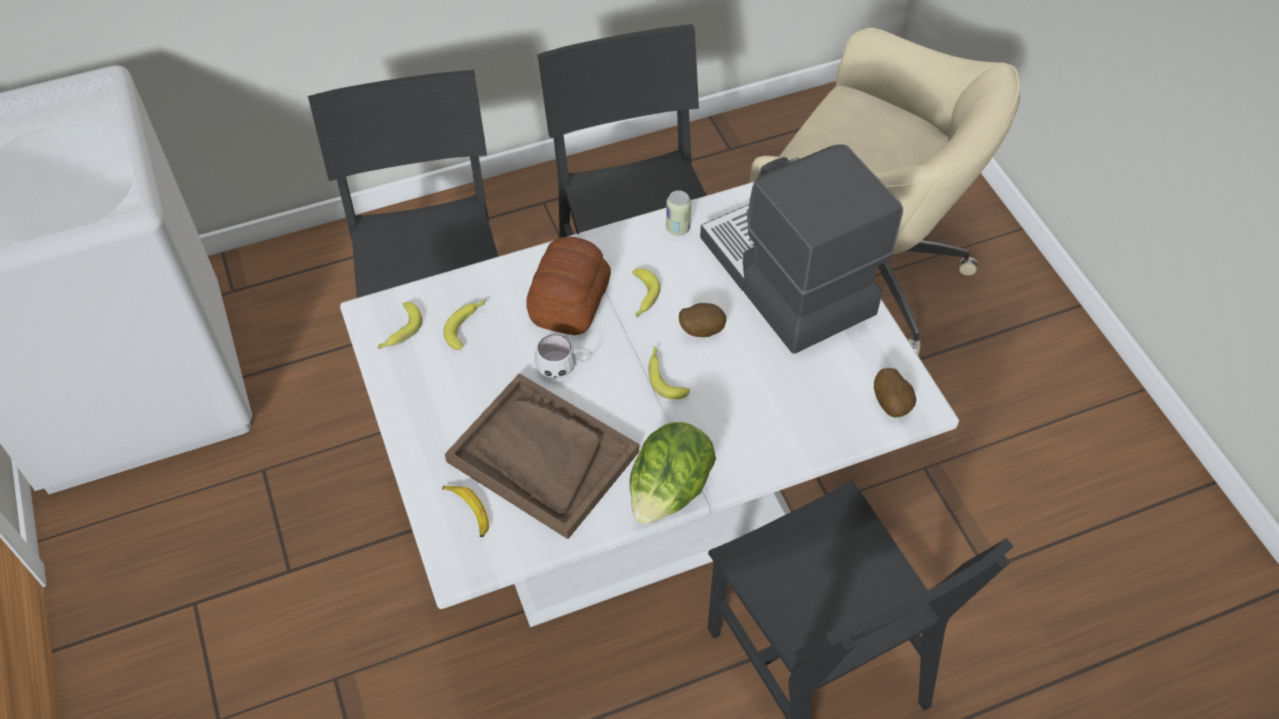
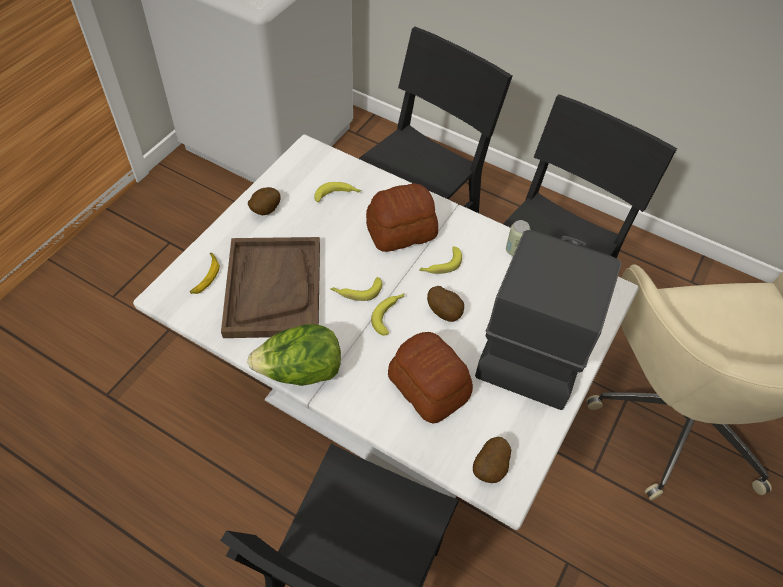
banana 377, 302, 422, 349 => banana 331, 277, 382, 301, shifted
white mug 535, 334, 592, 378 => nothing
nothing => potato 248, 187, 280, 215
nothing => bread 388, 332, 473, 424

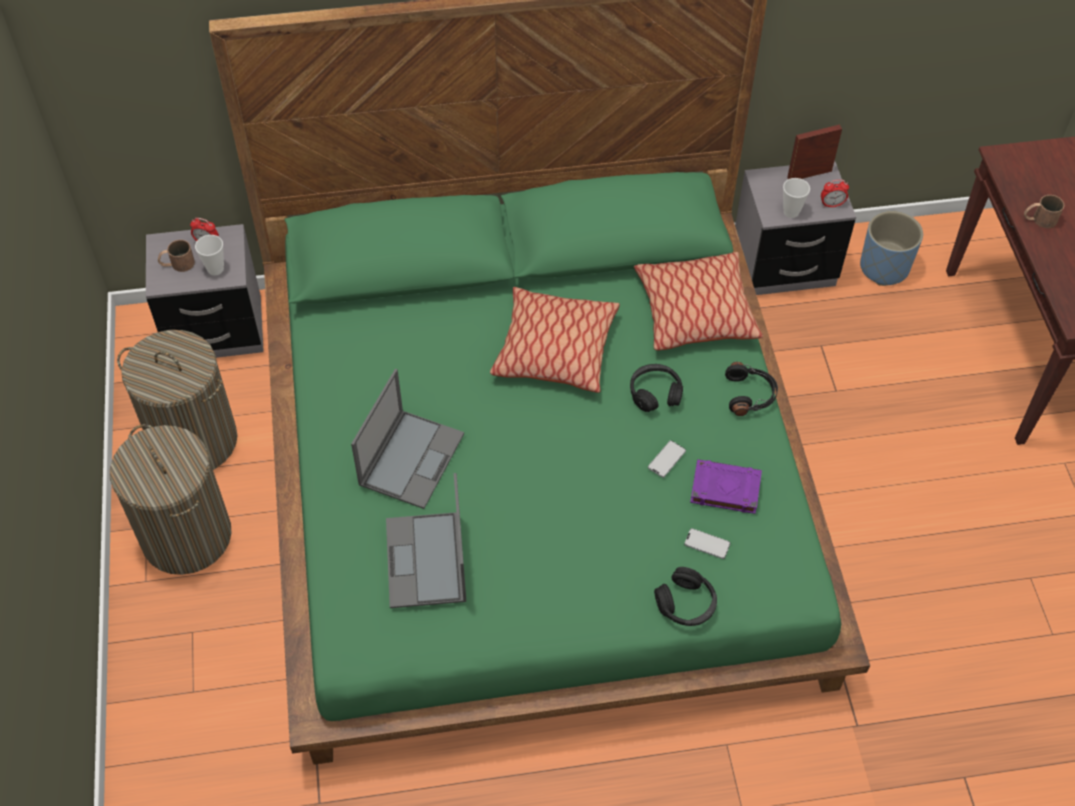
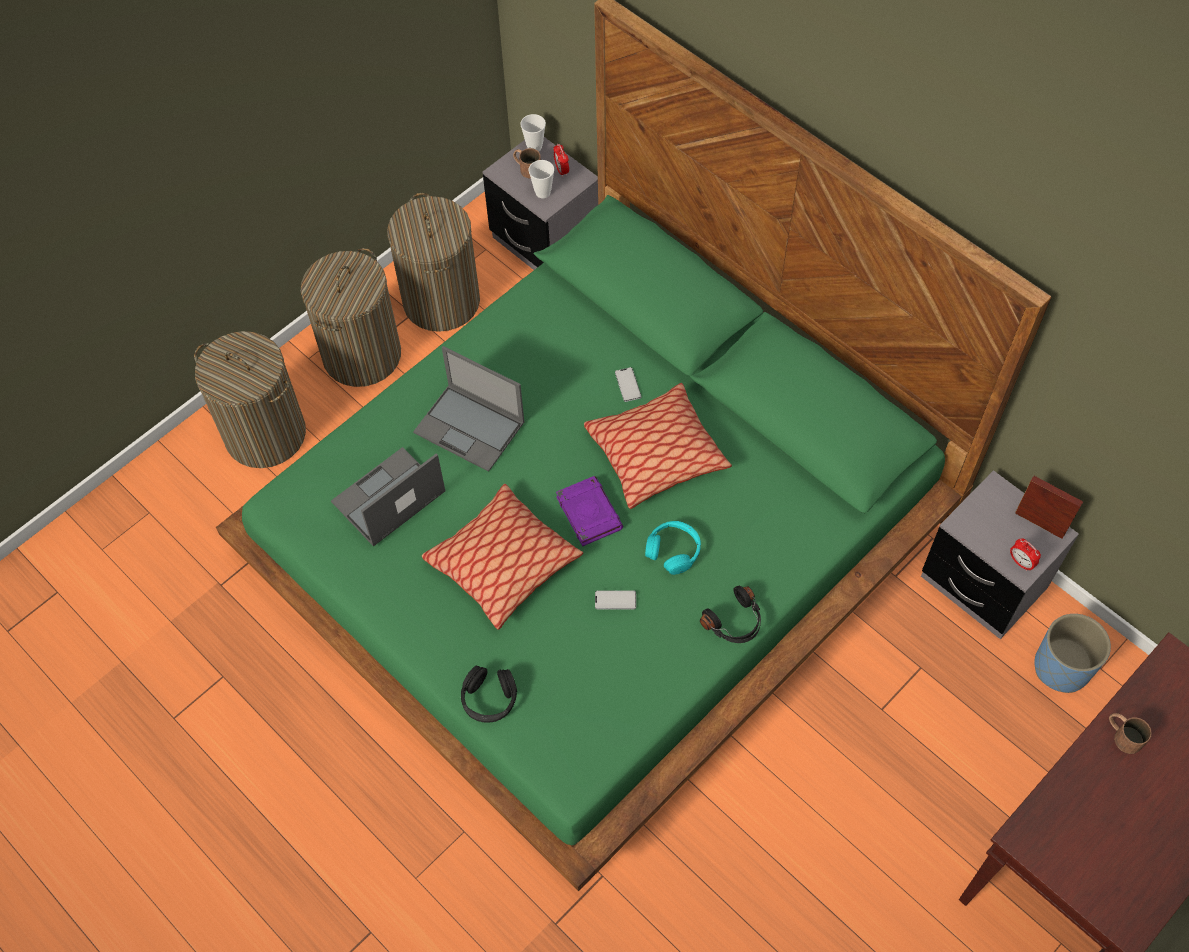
cup 783, 178, 810, 218 => cup 520, 114, 546, 152, shifted
pillow 634, 252, 763, 351 => pillow 422, 484, 583, 630, shifted
black headphones 630, 364, 683, 412 => turquoise headphones 645, 521, 701, 575
laptop 351, 369, 464, 509 => laptop 413, 346, 525, 472, 45 degrees clockwise
purple book 690, 459, 762, 514 => purple book 556, 476, 623, 546, shifted
phone 684, 528, 731, 559 => phone 615, 367, 641, 402, shifted
nothing => laundry basket 194, 331, 306, 468

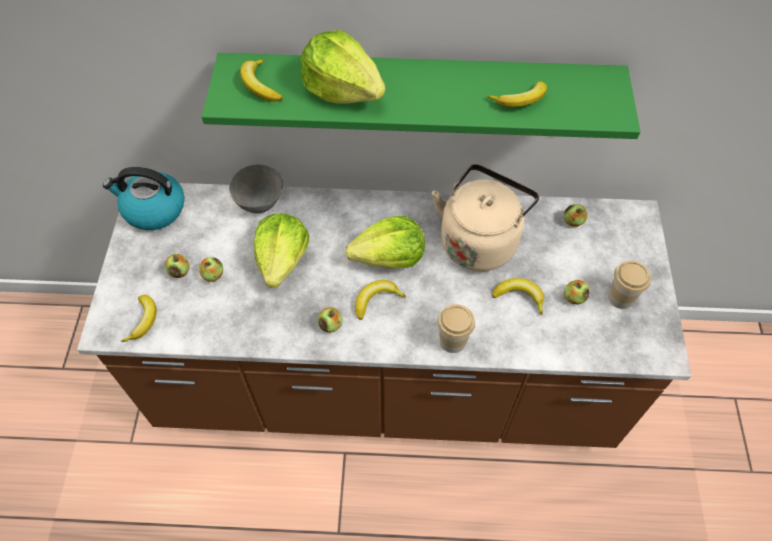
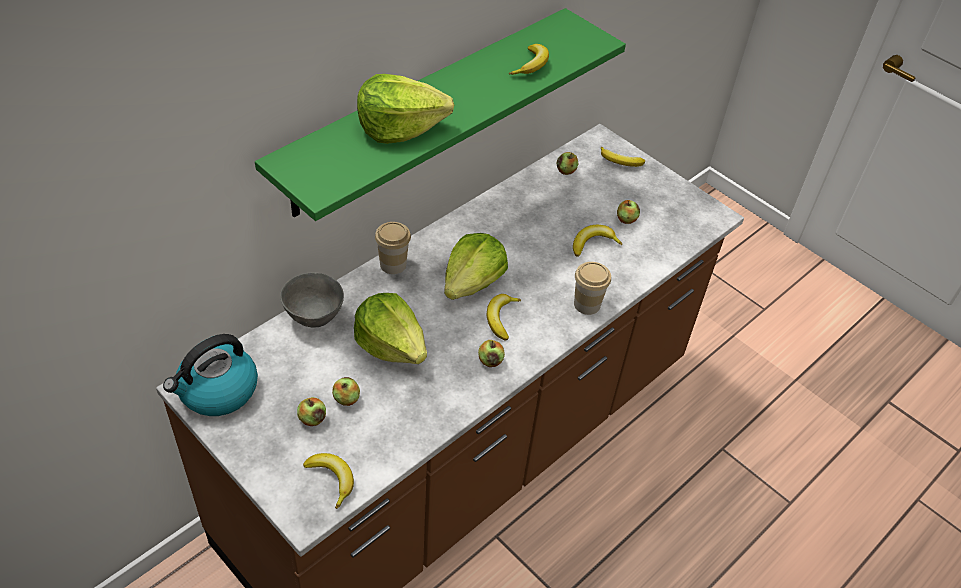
banana 240, 59, 282, 101 => banana 601, 147, 645, 167, shifted
beige kettle 432, 164, 539, 271 => nothing
cup 608, 261, 651, 309 => cup 375, 222, 411, 274, shifted

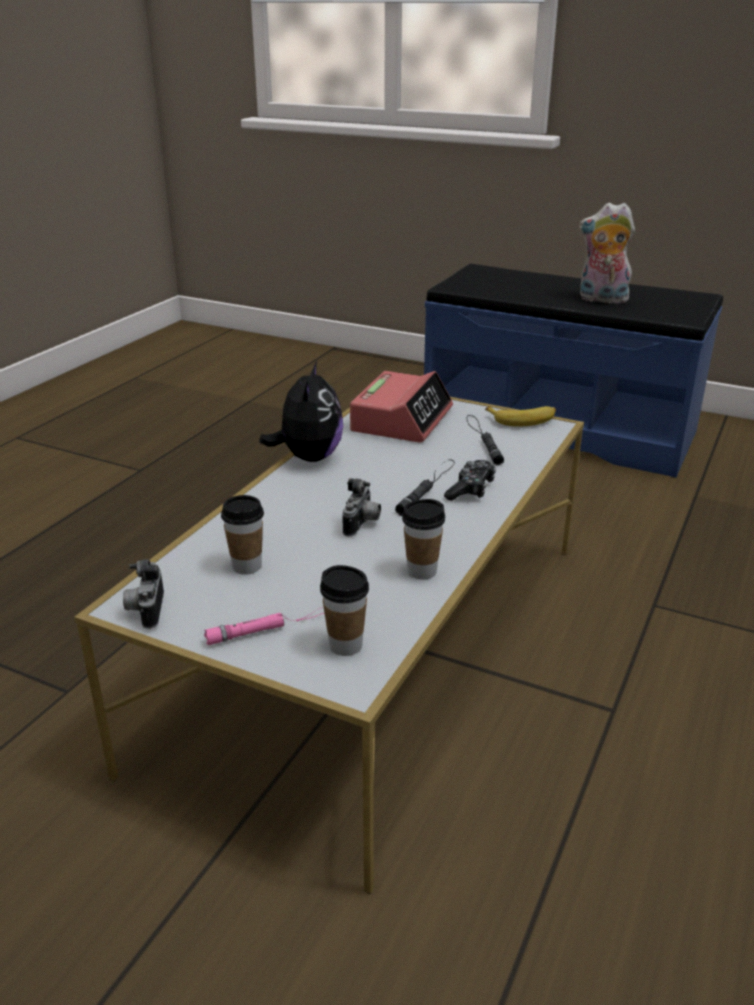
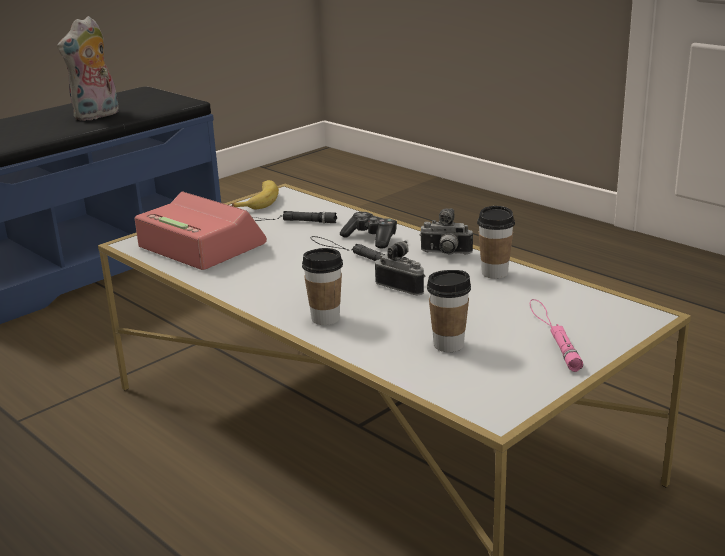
plush toy 259, 361, 343, 462 => nothing
photo camera 123, 559, 164, 629 => photo camera 420, 208, 473, 255, shifted
cup 320, 565, 369, 656 => cup 302, 248, 343, 325, shifted

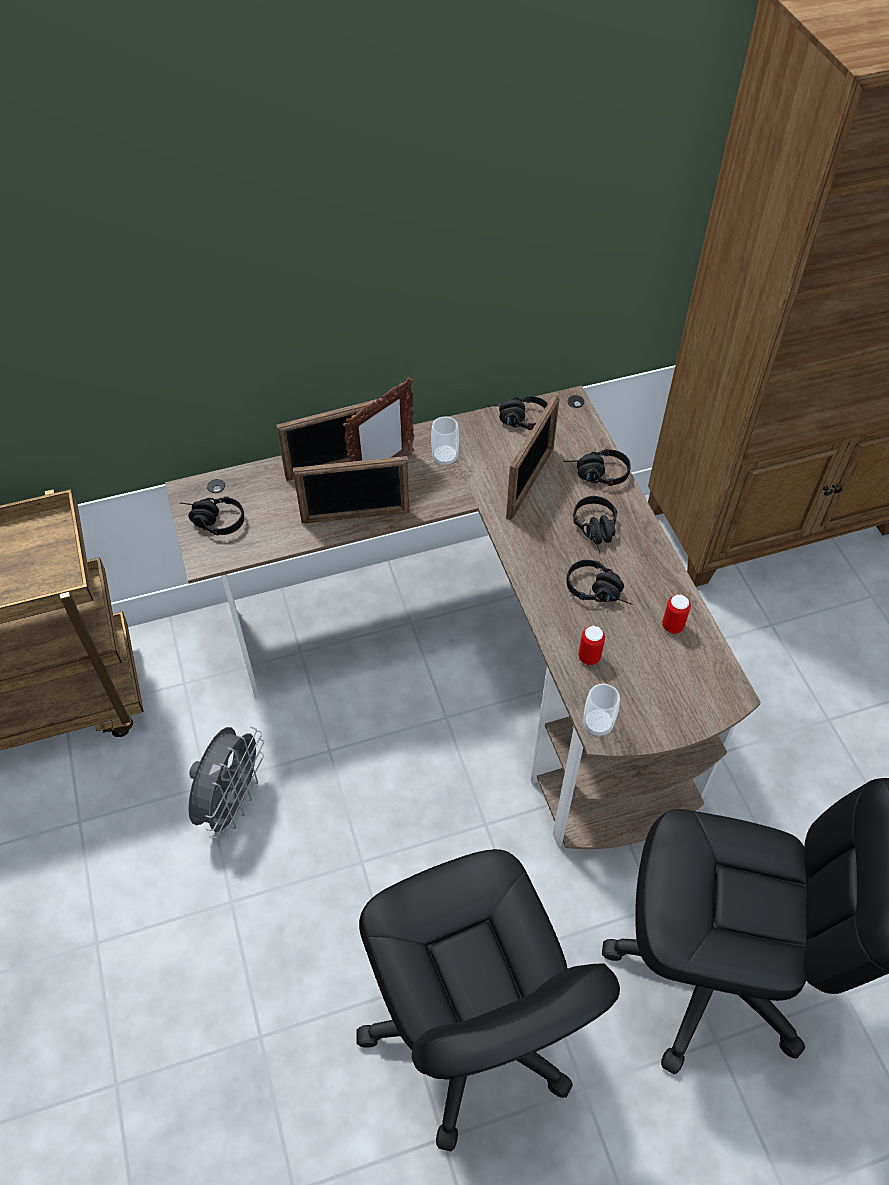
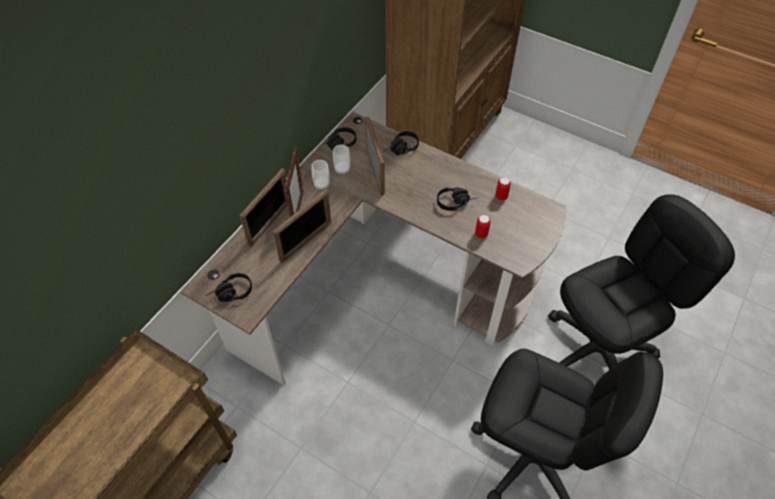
black headphones 573, 496, 618, 553 => nothing
cup 583, 683, 620, 736 => cup 333, 144, 350, 175, shifted
grey fan 188, 727, 264, 840 => nothing

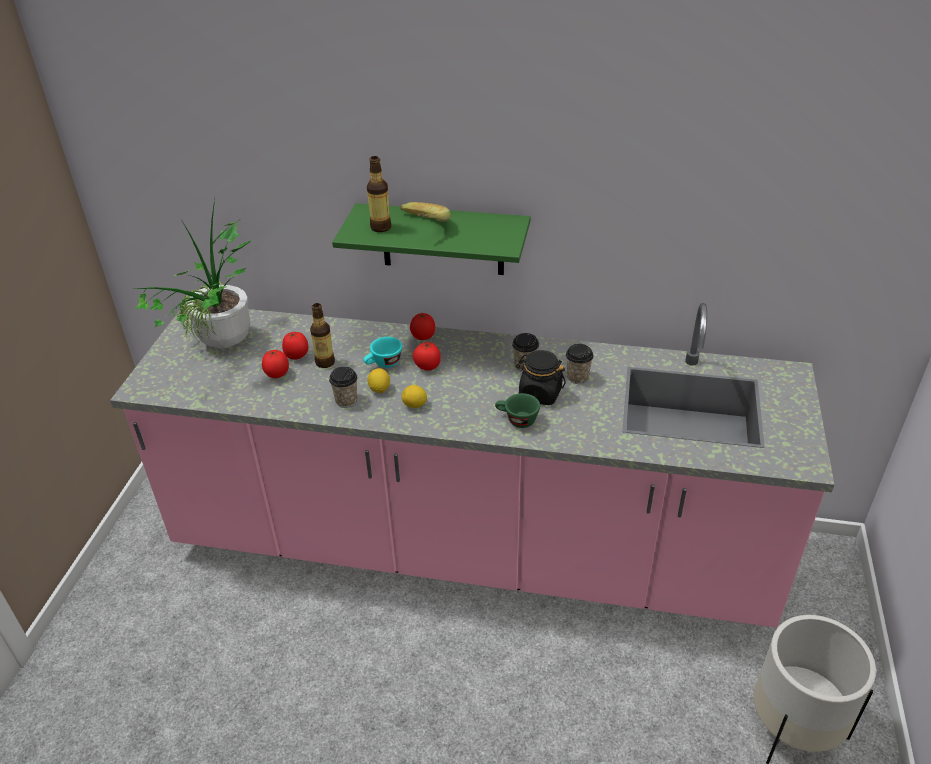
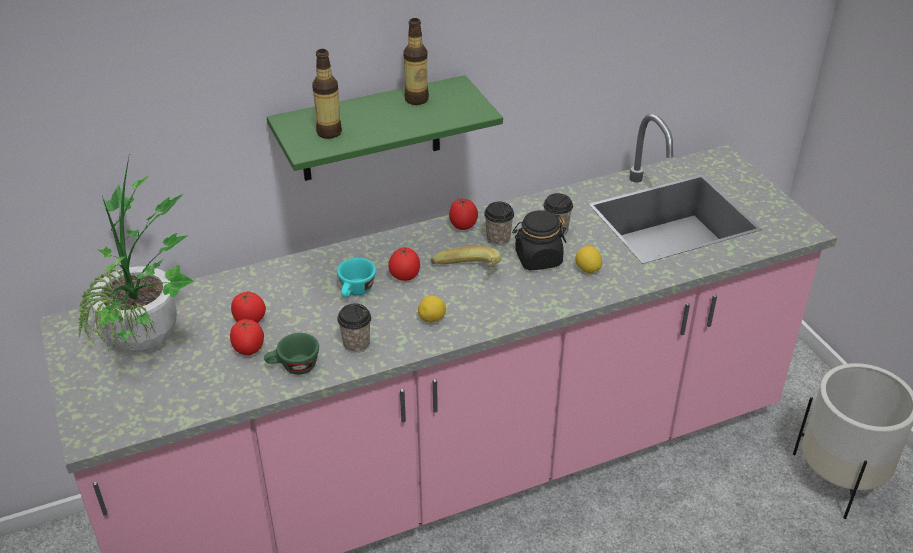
banana 401, 202, 451, 222 => banana 431, 246, 502, 268, shifted
bottle 310, 303, 335, 368 => bottle 403, 18, 429, 105, shifted
tomato 410, 313, 435, 340 => tomato 449, 199, 478, 230, shifted
lemon 368, 368, 390, 393 => lemon 575, 246, 602, 273, shifted
green cup 495, 393, 540, 428 => green cup 264, 333, 319, 375, shifted

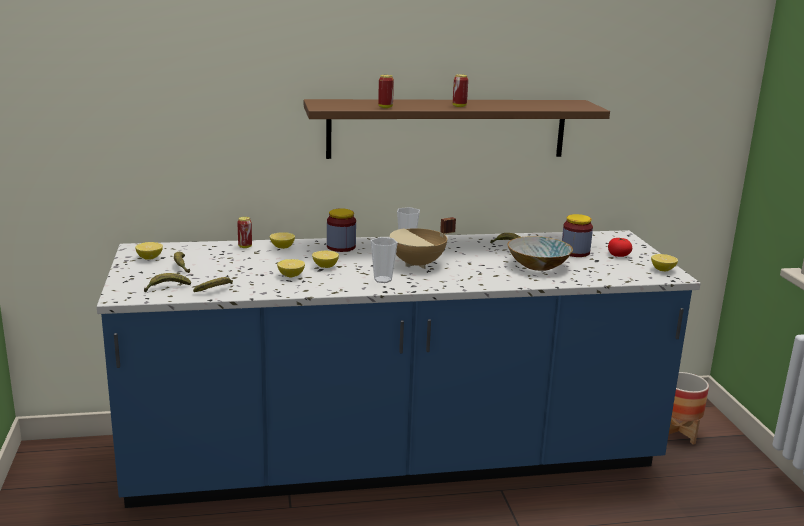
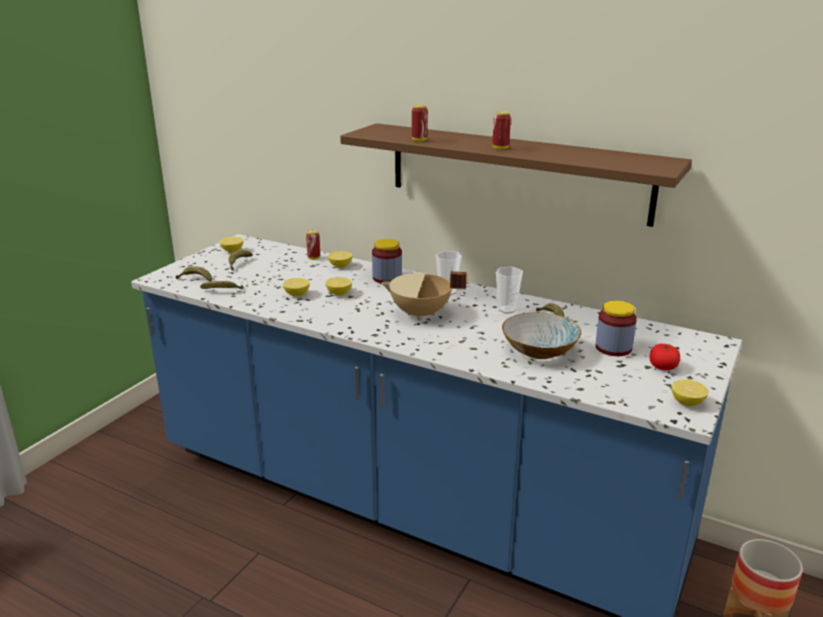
cup 371, 237, 398, 283 => cup 496, 267, 523, 314, shifted

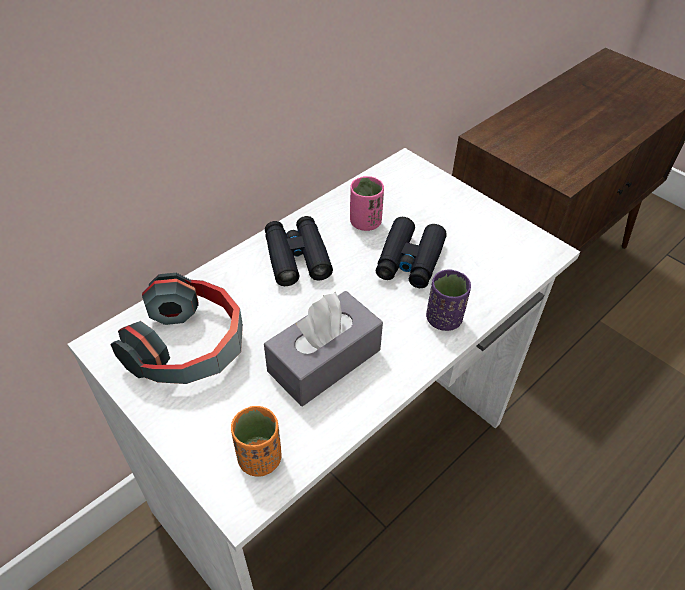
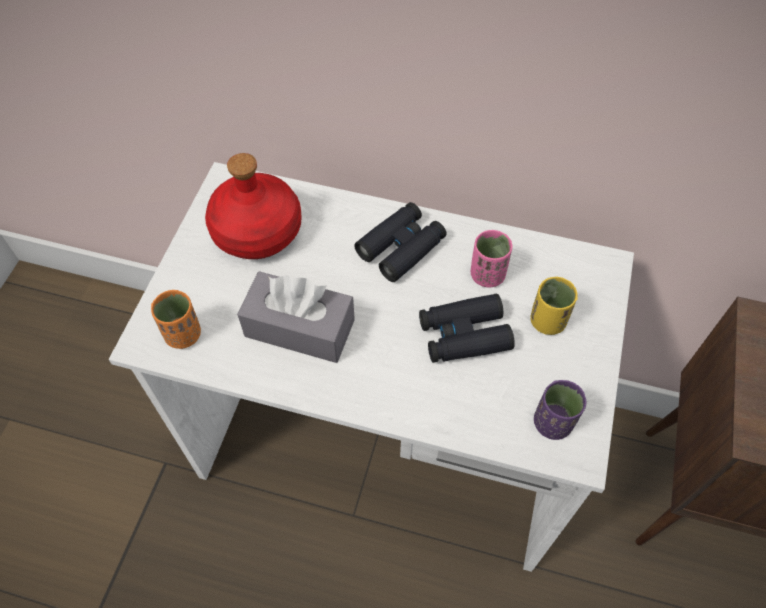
purple cup 426, 270, 471, 331 => purple cup 534, 380, 587, 440, shifted
headphones 110, 273, 243, 384 => red bottle 205, 153, 302, 259
nothing => yellow cup 531, 277, 577, 335

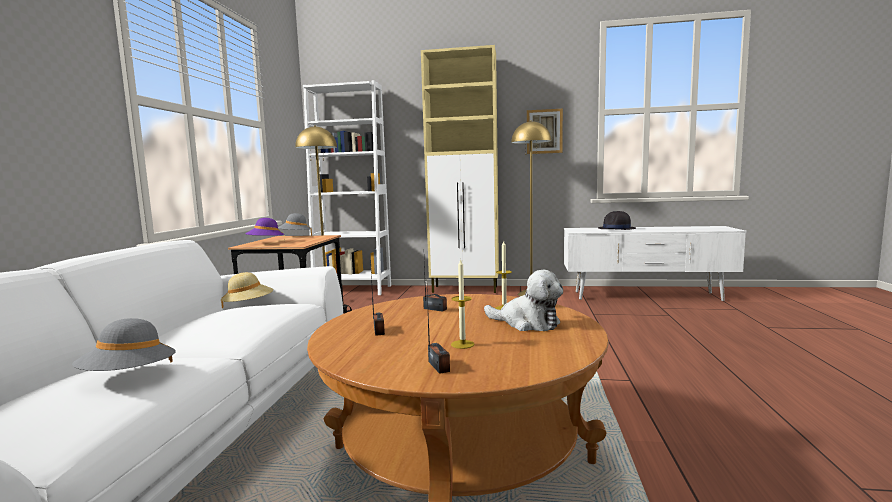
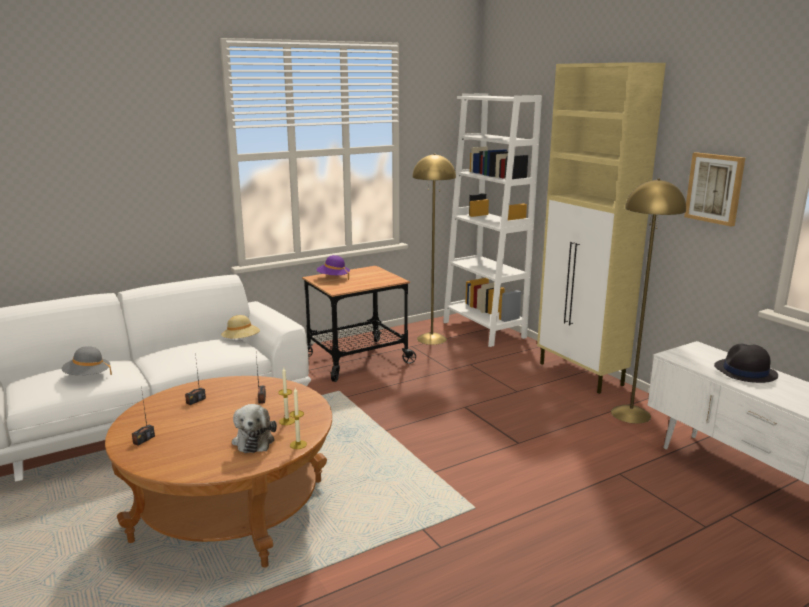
grey hat 278, 213, 312, 236 => nothing
candle 451, 258, 474, 349 => candle 289, 388, 307, 449, shifted

